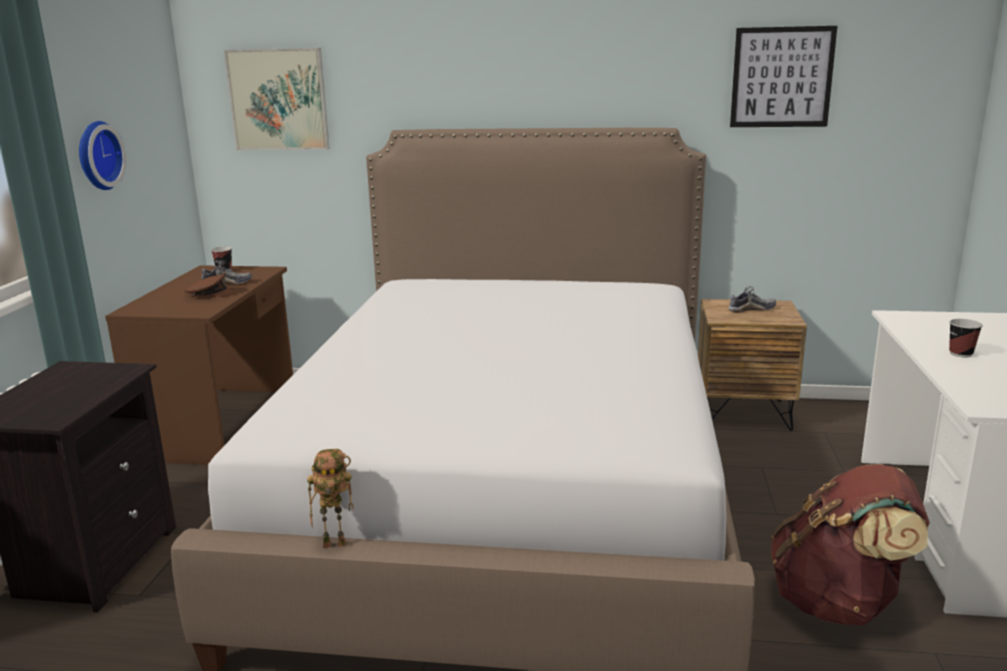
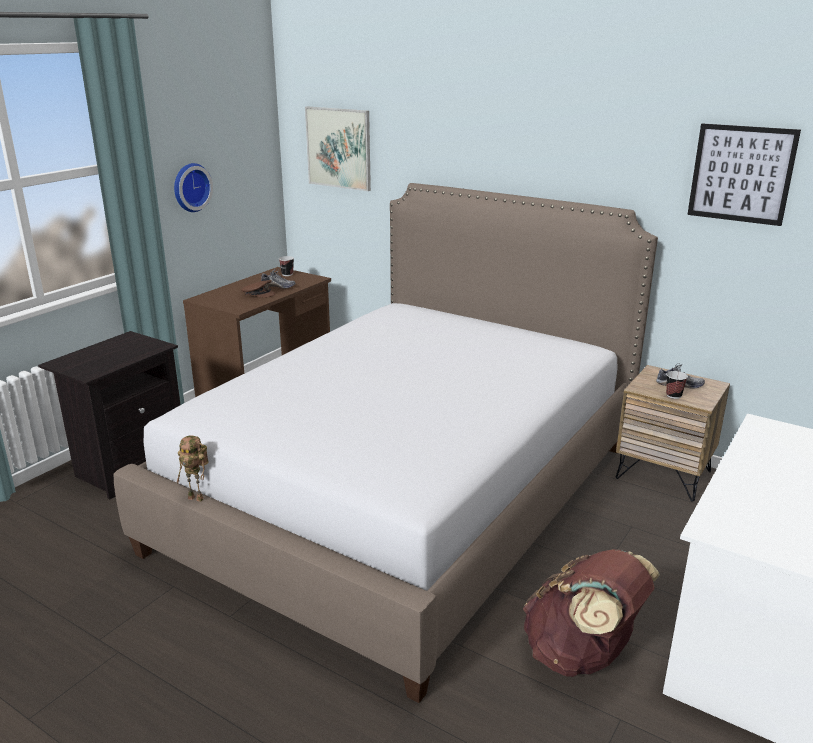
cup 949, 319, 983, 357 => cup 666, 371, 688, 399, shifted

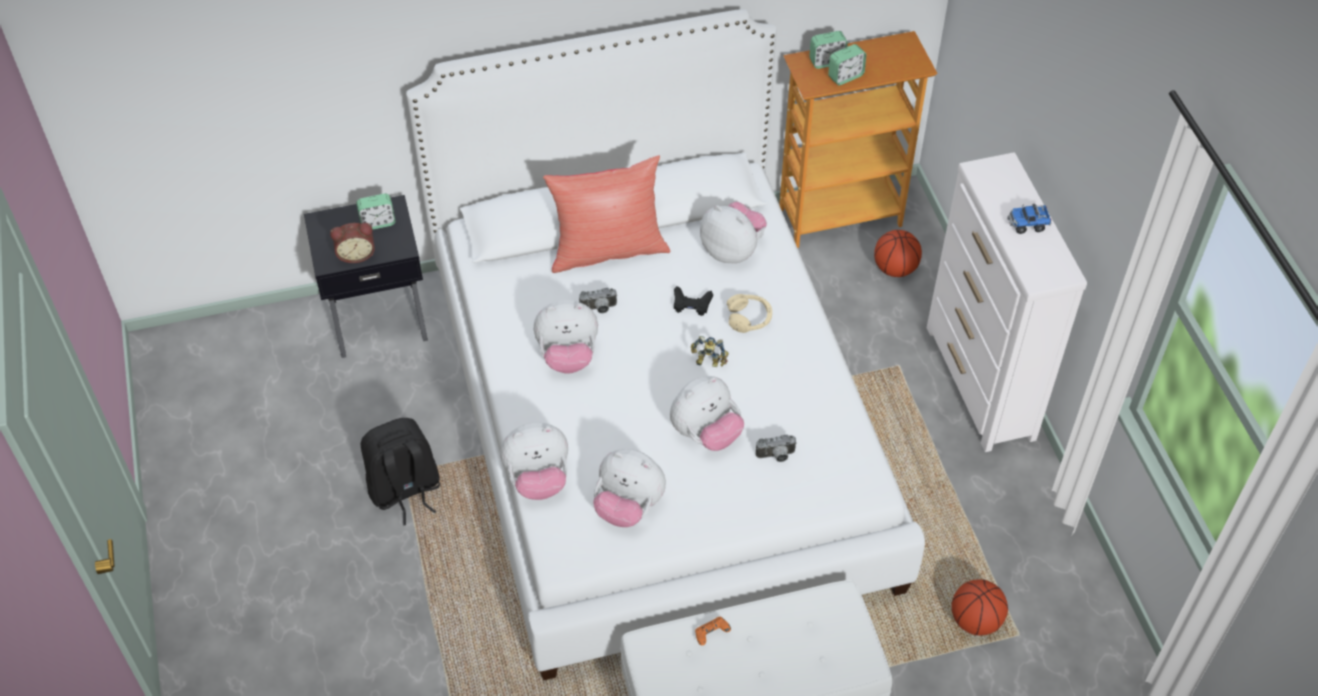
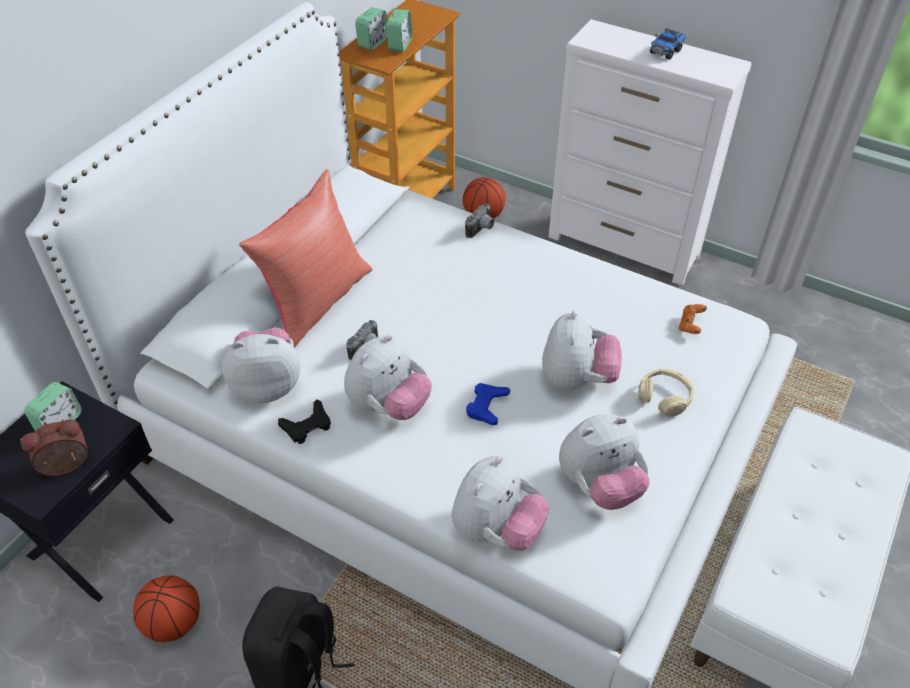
plush toy 700, 202, 767, 263 => plush toy 222, 328, 300, 403, shifted
alarm clock 330, 223, 375, 263 => alarm clock 20, 419, 88, 476, 150 degrees counterclockwise
black game controller 674, 286, 713, 316 => black game controller 278, 399, 331, 444, shifted
beige headphones 727, 294, 772, 333 => beige headphones 638, 369, 694, 417, shifted
toy robot 691, 336, 729, 367 => nothing
photo camera 756, 435, 797, 462 => photo camera 465, 203, 495, 238, shifted
basketball 951, 579, 1008, 636 => basketball 133, 575, 200, 642, shifted
orange game controller 695, 617, 731, 645 => orange game controller 679, 304, 707, 334, shifted
nothing => blue game controller 466, 383, 510, 425

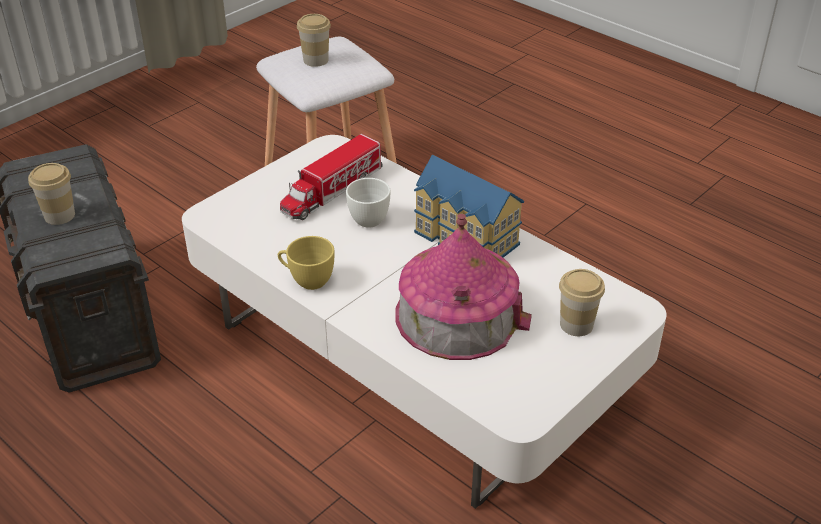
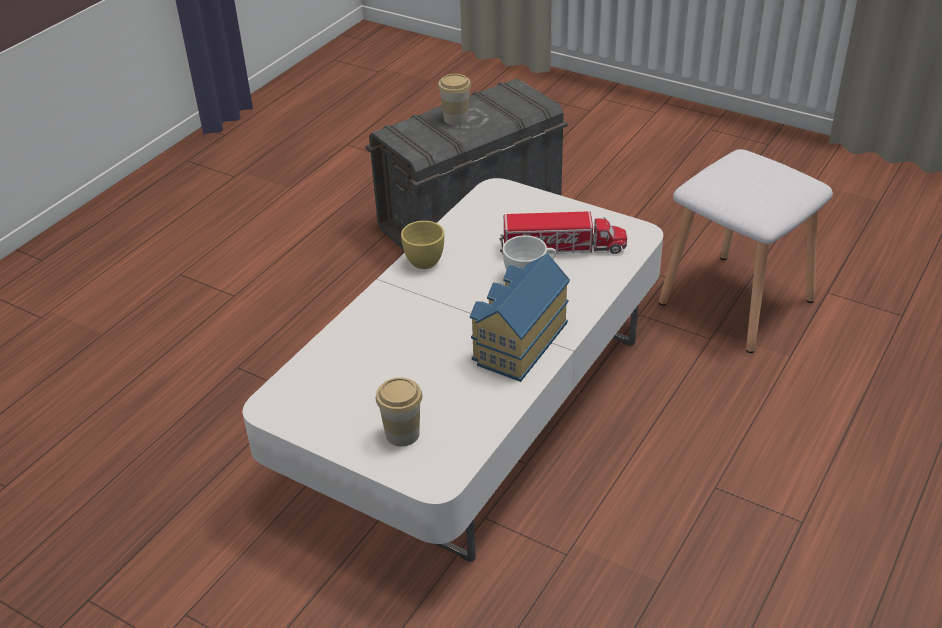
cup 297, 14, 331, 67 => nothing
toy truck 280, 134, 383, 220 => toy truck 499, 211, 627, 254, 150 degrees clockwise
toy house 395, 214, 532, 360 => nothing

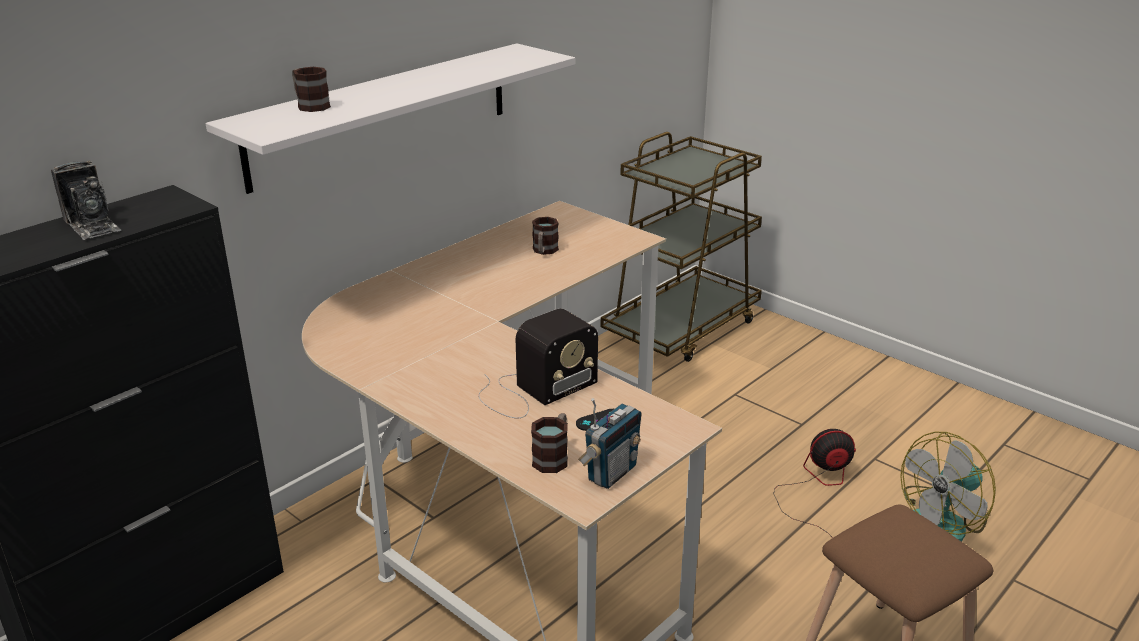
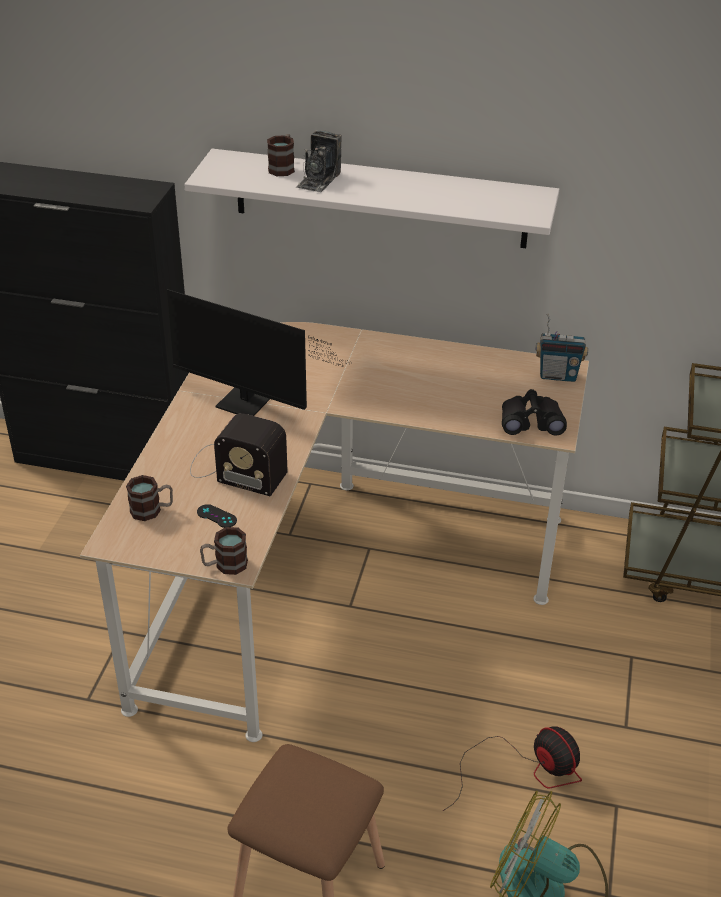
photo camera 51, 160, 121, 240 => photo camera 296, 130, 342, 192, shifted
mug 532, 217, 559, 255 => mug 200, 527, 248, 575, shifted
radio 578, 398, 642, 489 => radio 535, 314, 589, 382, shifted
nothing => monitor 167, 289, 352, 416
nothing => black binoculars 502, 389, 567, 436

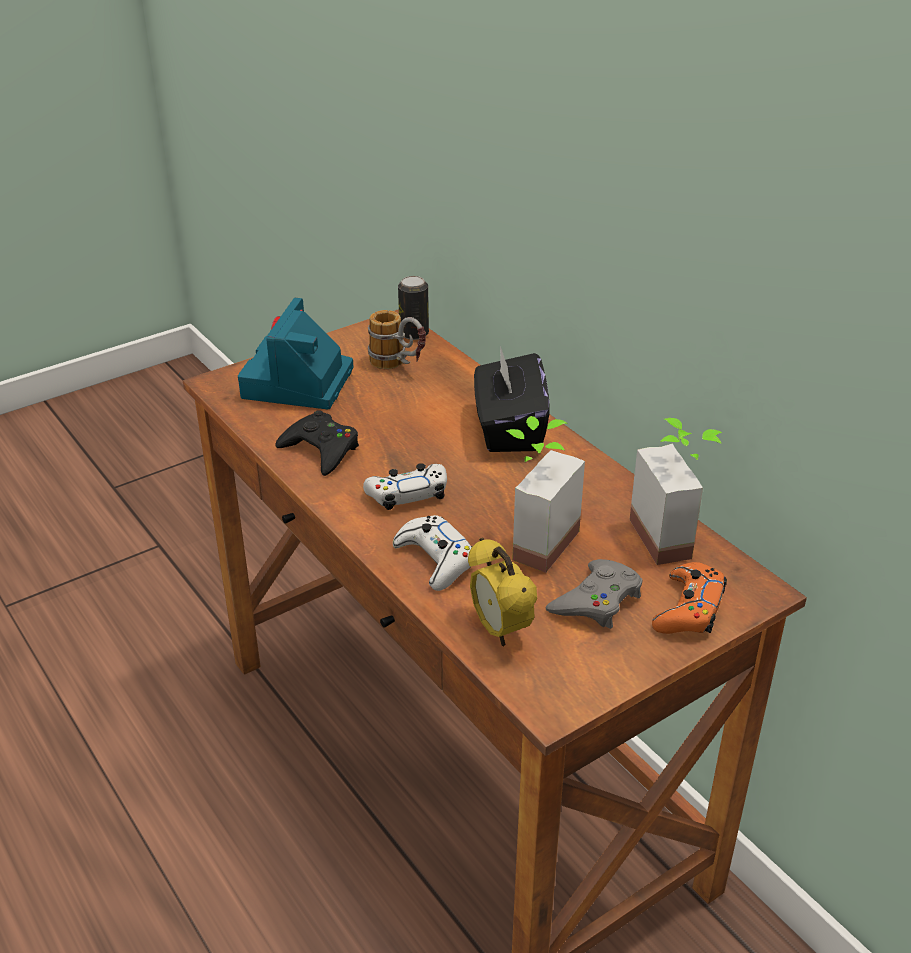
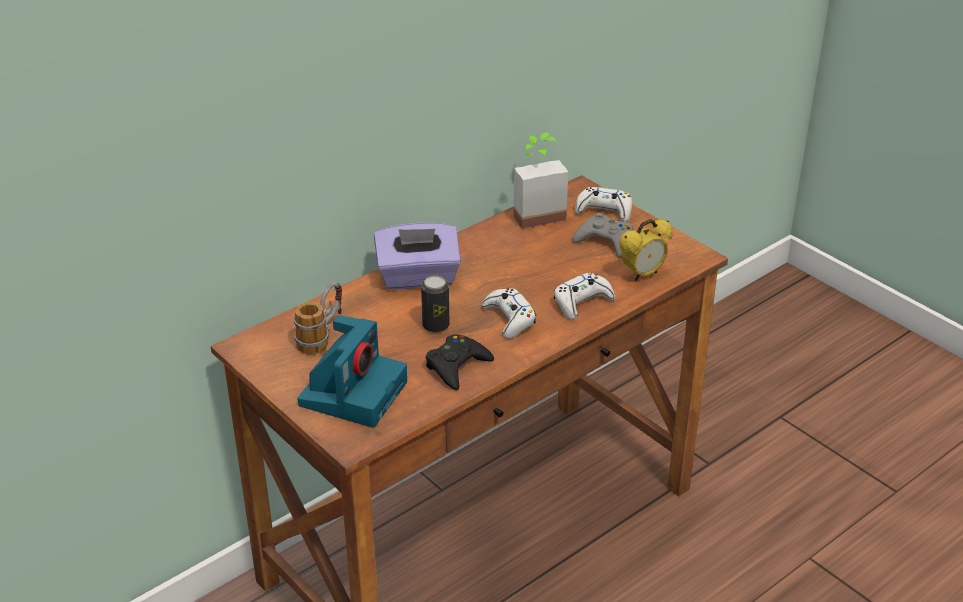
can 398, 276, 429, 340 => can 421, 276, 450, 333, shifted
photo camera 238, 298, 354, 409 => photo camera 297, 315, 407, 428, 75 degrees counterclockwise
black tissue box 474, 346, 549, 452 => purple tissue box 374, 223, 461, 290
potted plant 506, 416, 585, 573 => nothing
orange game controller 652, 562, 727, 634 => white game controller 575, 187, 632, 222

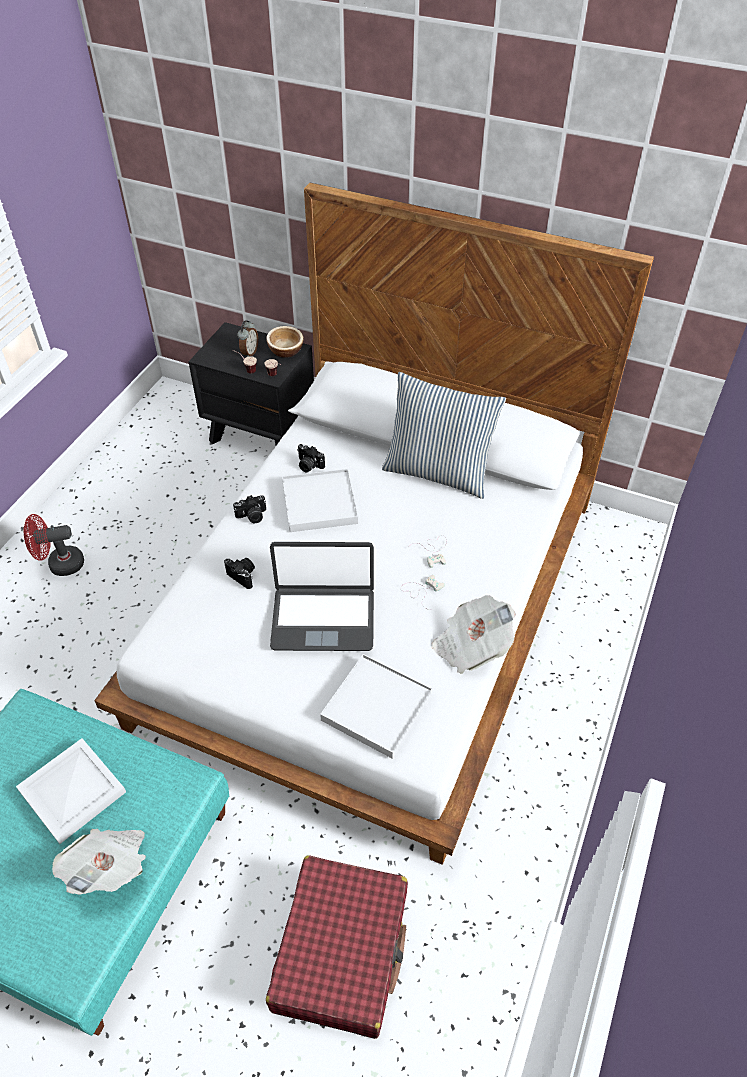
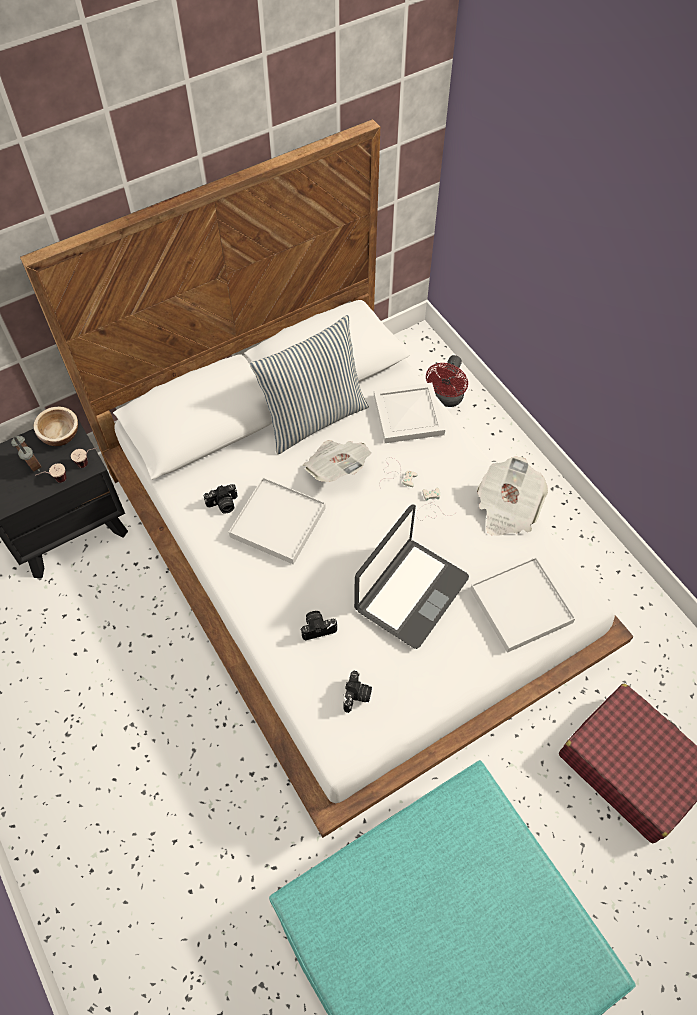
photo camera 233, 495, 266, 523 => photo camera 343, 671, 372, 713, shifted
red fan 23, 514, 84, 576 => red fan 426, 355, 468, 407, shifted
white tray 16, 738, 126, 844 => white tray 374, 383, 445, 443, shifted
newspaper 52, 829, 146, 894 => newspaper 303, 440, 371, 482, shifted

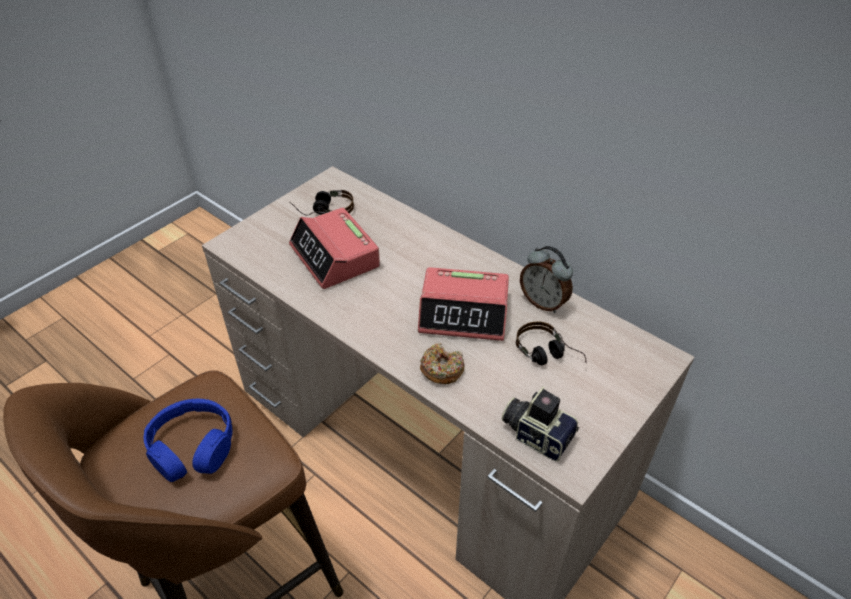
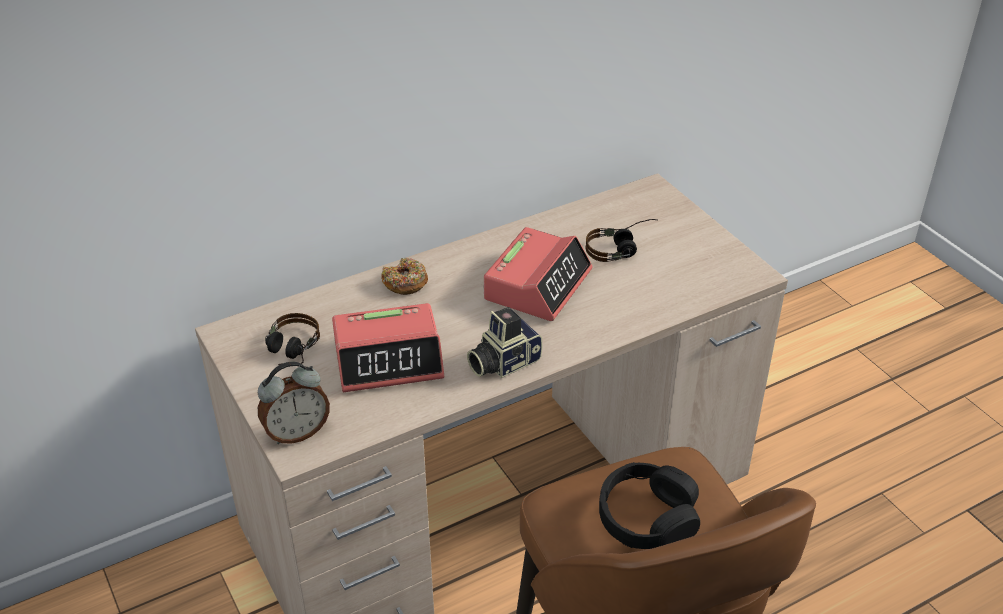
alarm clock 520, 246, 573, 313 => alarm clock 258, 362, 330, 444, shifted
donut 420, 343, 465, 384 => donut 381, 258, 428, 295, shifted
photo camera 502, 387, 579, 461 => photo camera 467, 307, 542, 378, shifted
blue headphones 144, 399, 233, 482 => black headphones 599, 462, 700, 549

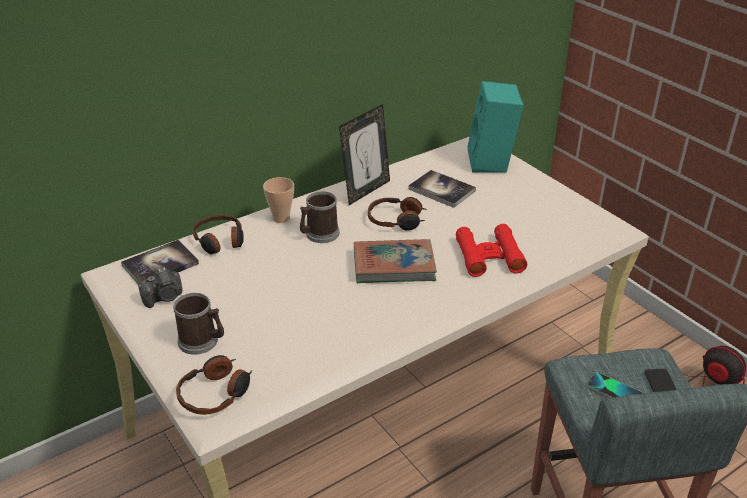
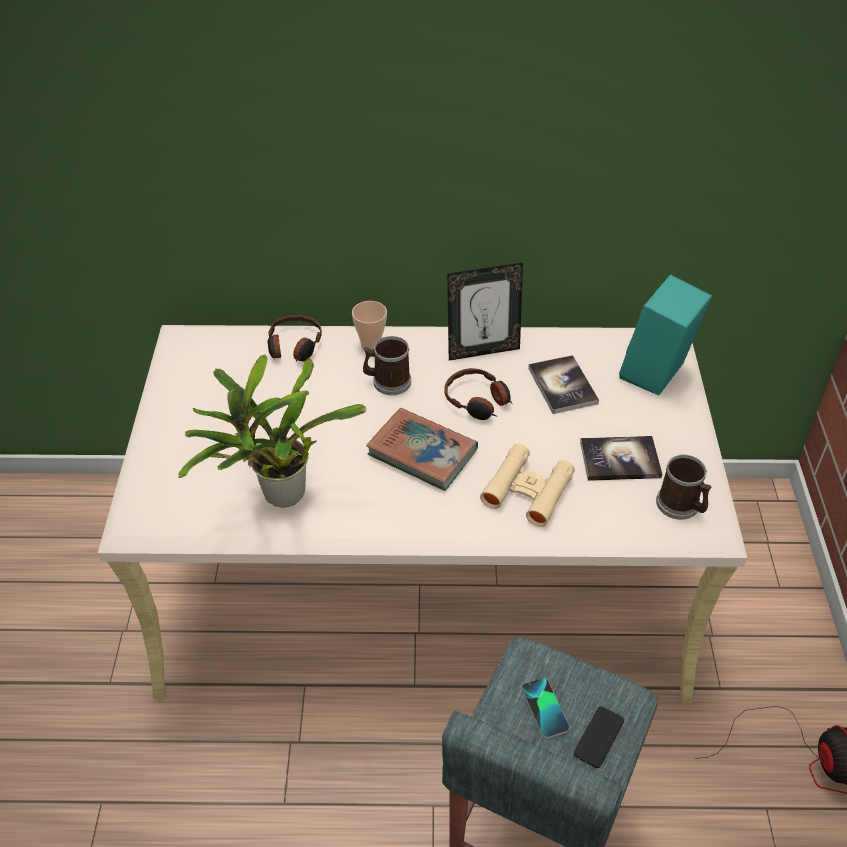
red binoculars 456, 224, 527, 277 => beige binoculars 480, 444, 575, 527
book 121, 240, 199, 284 => book 580, 436, 662, 481, shifted
photo camera 138, 267, 183, 308 => nothing
mug 173, 293, 224, 355 => mug 656, 455, 712, 520, shifted
headphones 176, 355, 252, 415 => nothing
nothing => potted plant 178, 354, 366, 508

